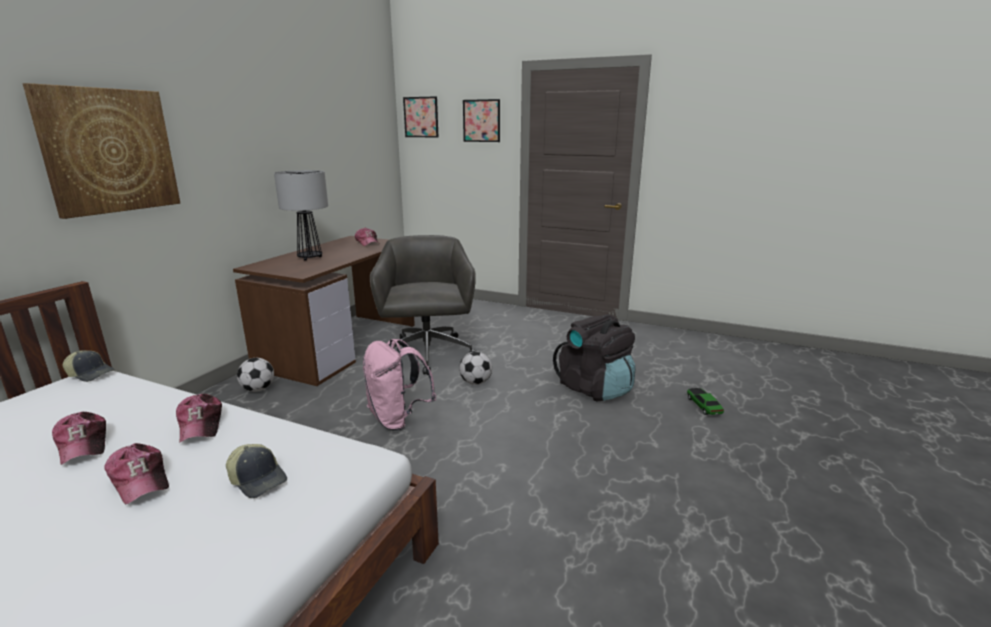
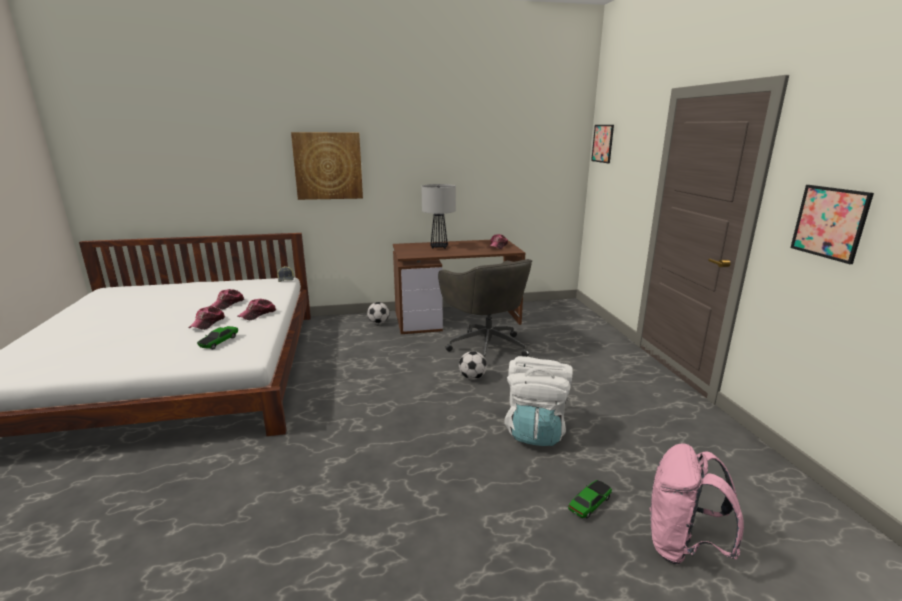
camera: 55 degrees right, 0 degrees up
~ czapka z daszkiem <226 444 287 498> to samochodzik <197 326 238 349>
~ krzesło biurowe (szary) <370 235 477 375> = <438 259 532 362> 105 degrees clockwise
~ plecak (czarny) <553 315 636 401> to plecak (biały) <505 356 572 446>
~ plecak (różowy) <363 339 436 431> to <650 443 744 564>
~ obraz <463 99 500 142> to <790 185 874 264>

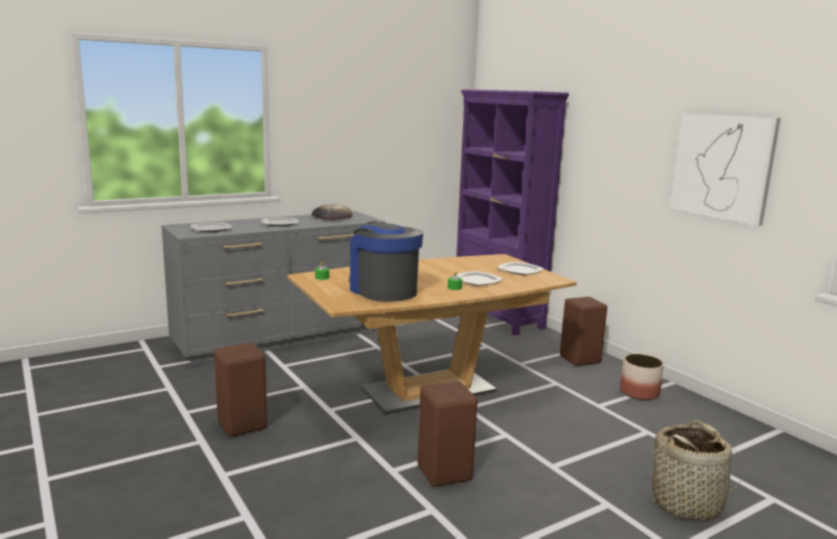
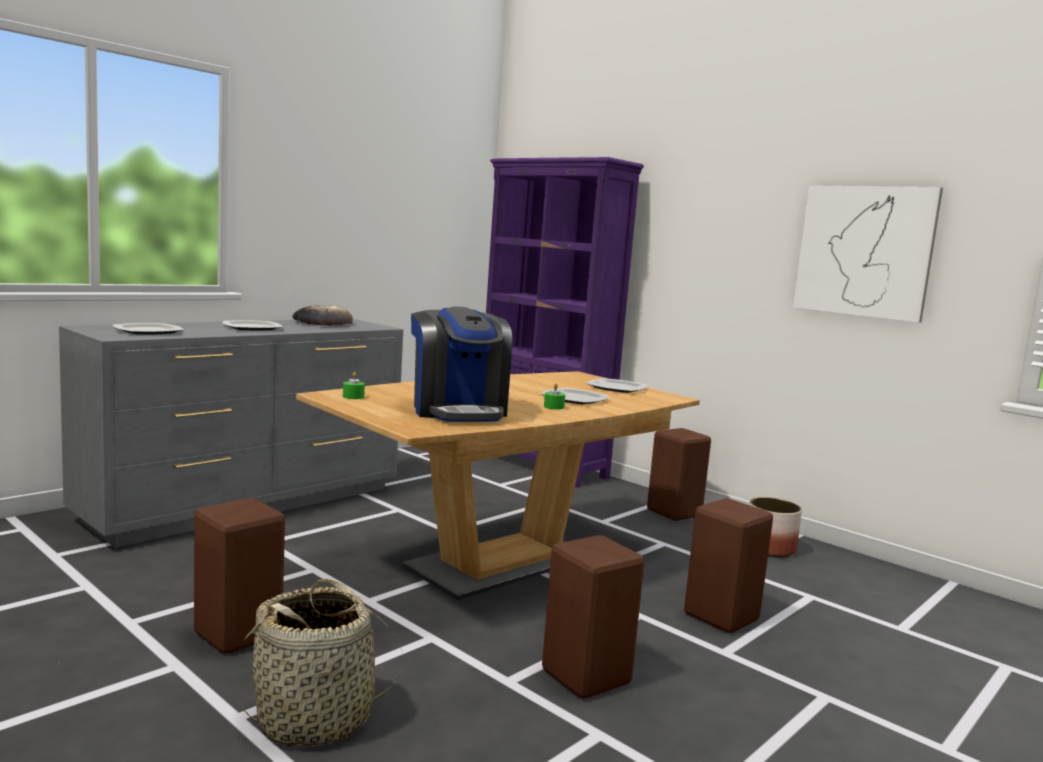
camera: 15 degrees left, 5 degrees down
~ koszyk <646 420 745 521> to <235 578 403 747>
~ ekspres do kawy <349 221 423 302> = <411 307 512 422> 150 degrees counterclockwise
+ stołek (brązowy) <684 498 773 633>

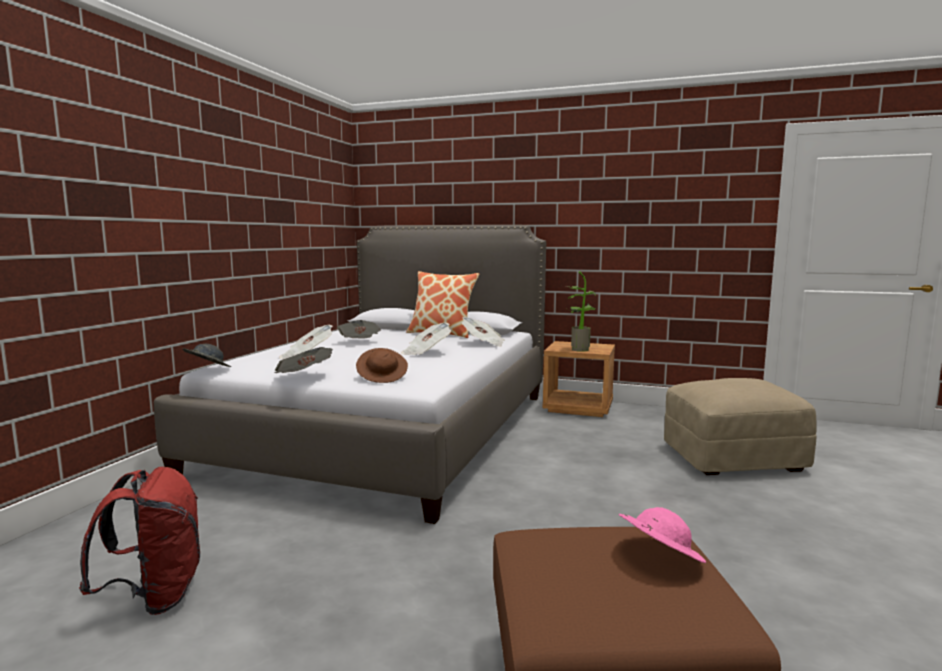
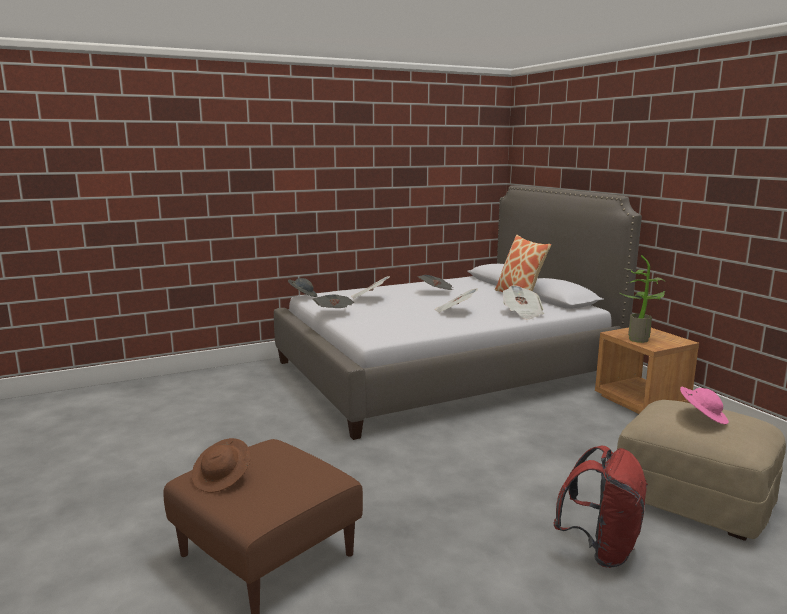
camera: 45 degrees right, 5 degrees up
~ kapelusz (brązowy) <356 348 408 383> to <192 438 250 493>
~ plecak (czerwony) <79 467 200 615> to <553 446 648 568>
~ kapelusz (różowy) <618 507 706 563> to <680 387 729 425>

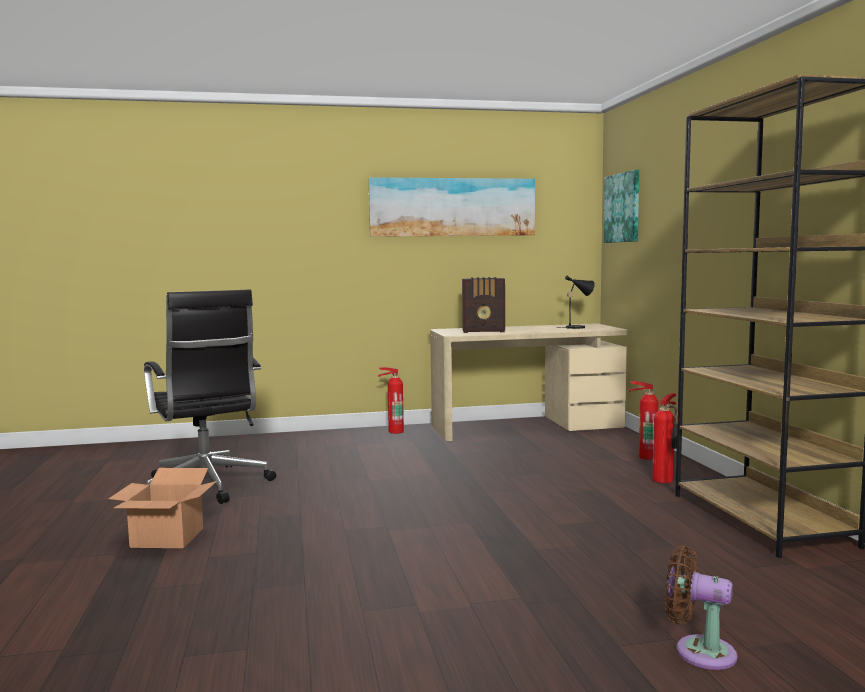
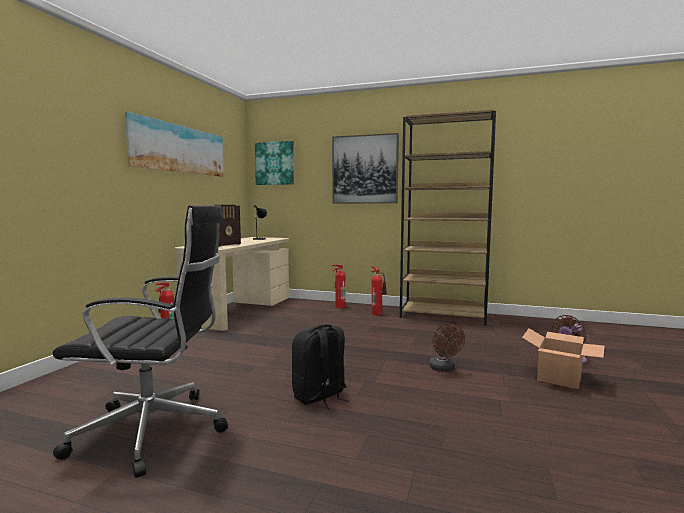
camera: 60 degrees left, 0 degrees up
+ plecak (czarny) <292 324 350 410>
+ obraz <332 133 399 204>
+ wentylator (brązowy) <429 323 465 372>
~ karton <108 468 217 548> to <522 328 604 389>

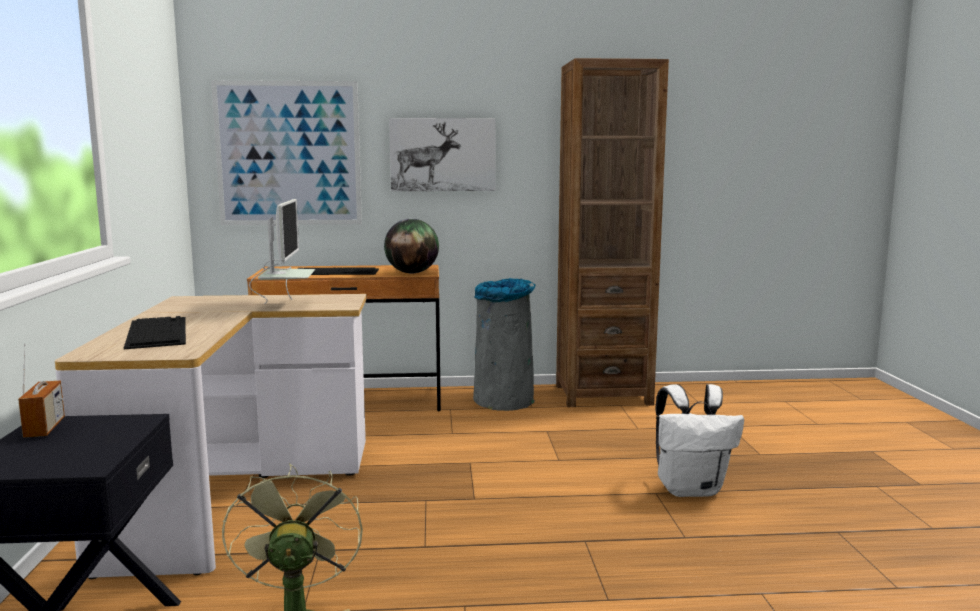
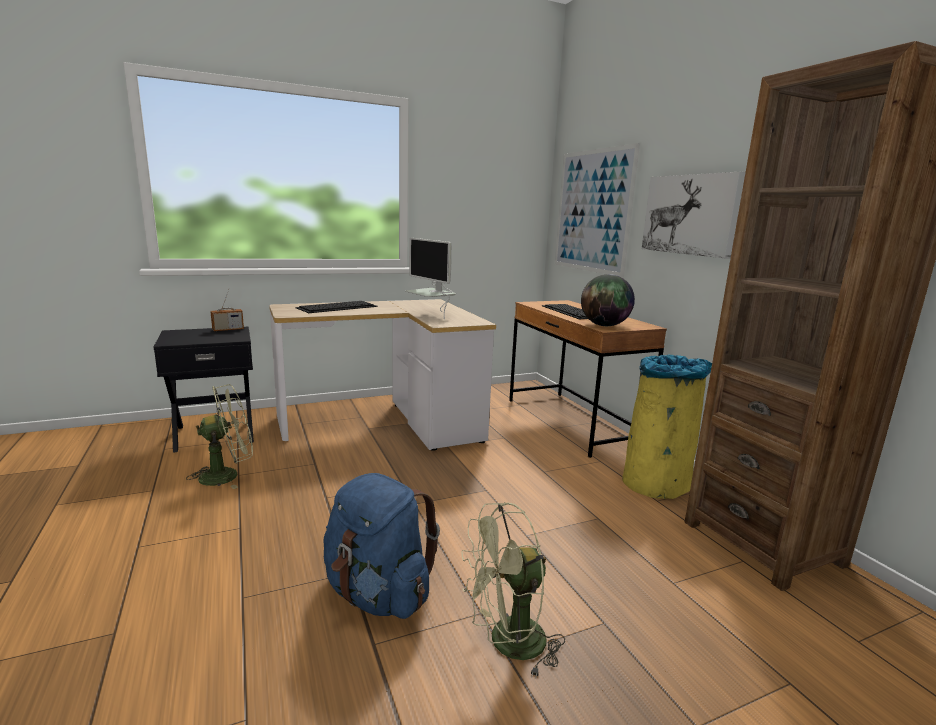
camera: 70 degrees right, 5 degrees up
+ plecak (niebieski) <324 473 440 619>
~ monitor <249 199 315 304> = <406 238 456 319> 75 degrees clockwise
~ plecak (biały) <656 384 744 497> to wentylator (zielony) <461 502 565 679>
~ kosz na śmieci (szary) <473 278 536 411> to kosz na śmieci (żółty) <622 355 712 499>

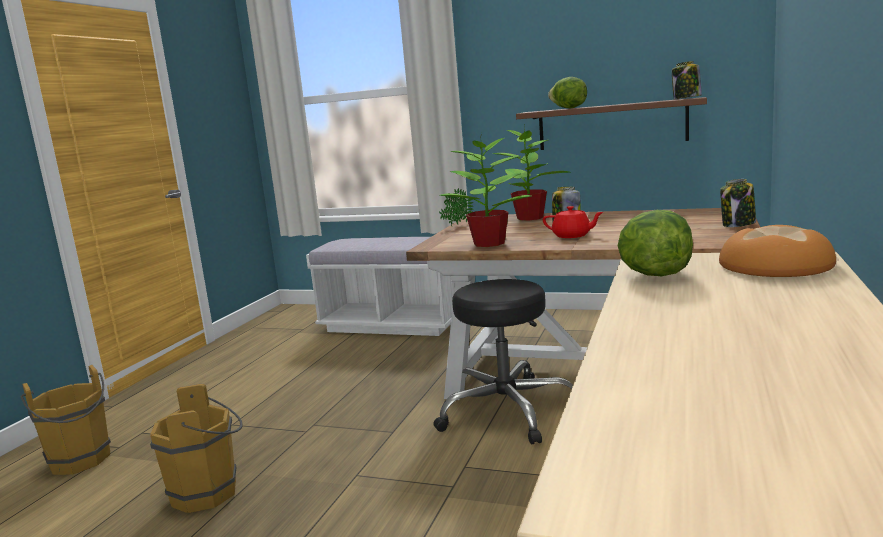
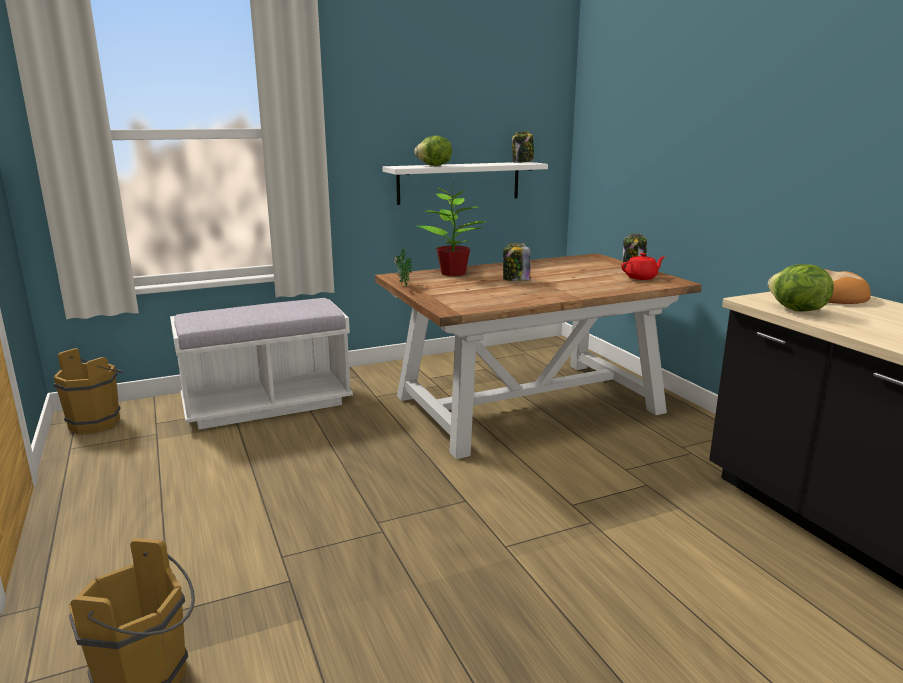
camera: 45 degrees left, 5 degrees up
~ wiadro (brązowy) <150 384 243 513> to <53 348 123 434>
~ półka (brązowy) <516 97 707 150> to półka (biały) <382 162 548 205>
~ imbryk (czerwony) <543 206 603 238> to <621 253 665 280>
- stołek (czarny) <433 279 573 444>
- roślina doniczkowa <439 133 531 247>

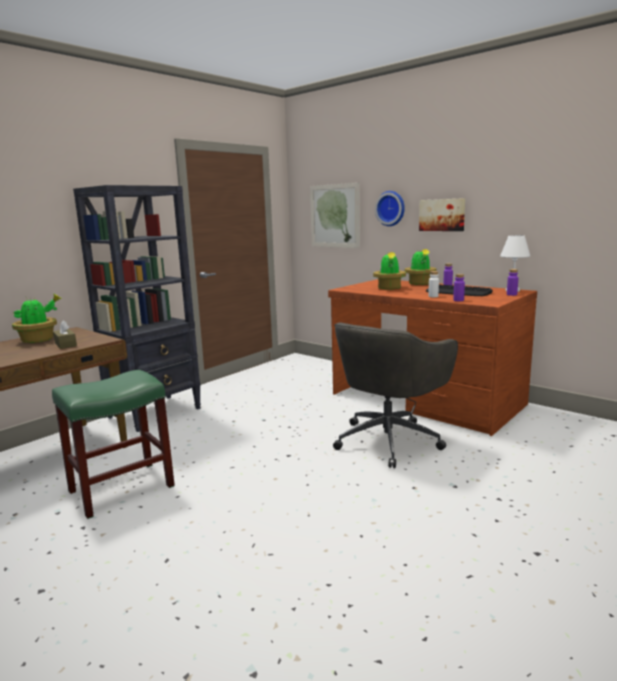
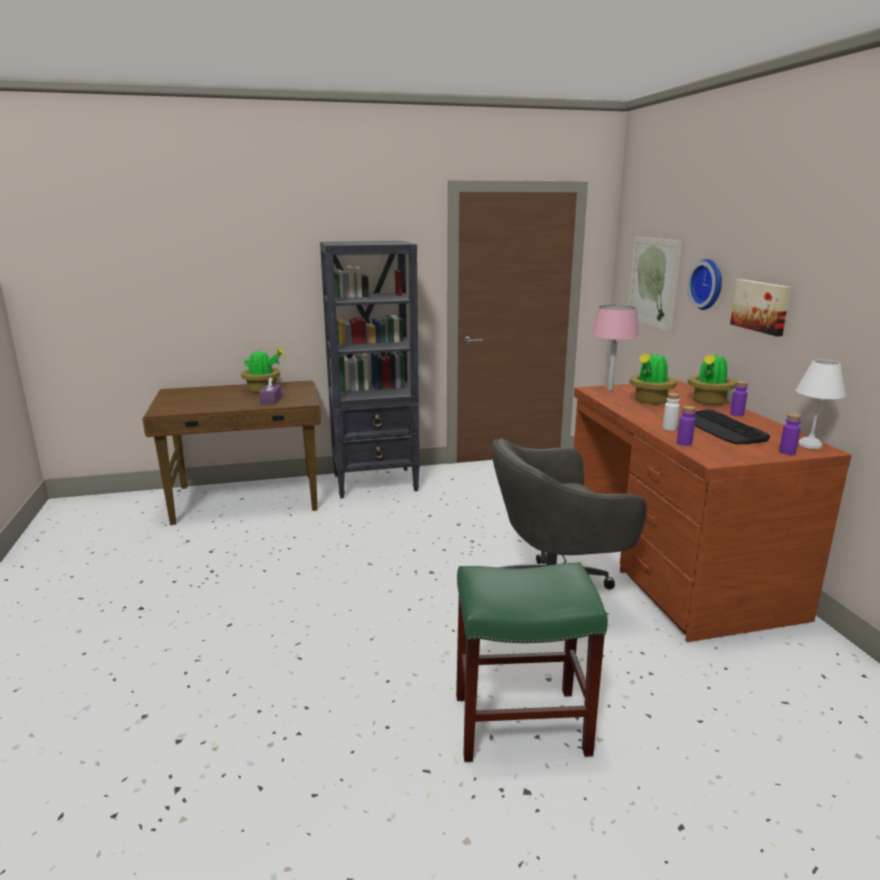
camera: 35 degrees right, 5 degrees up
~ pudełko chusteczek (brązowy) <53 320 77 349> to pudełko chusteczek (fioletowy) <259 377 282 404>
~ stołek (zielony) <52 370 175 519> to <456 562 608 762>
+ lampa stołowa (różowy) <591 305 639 391>

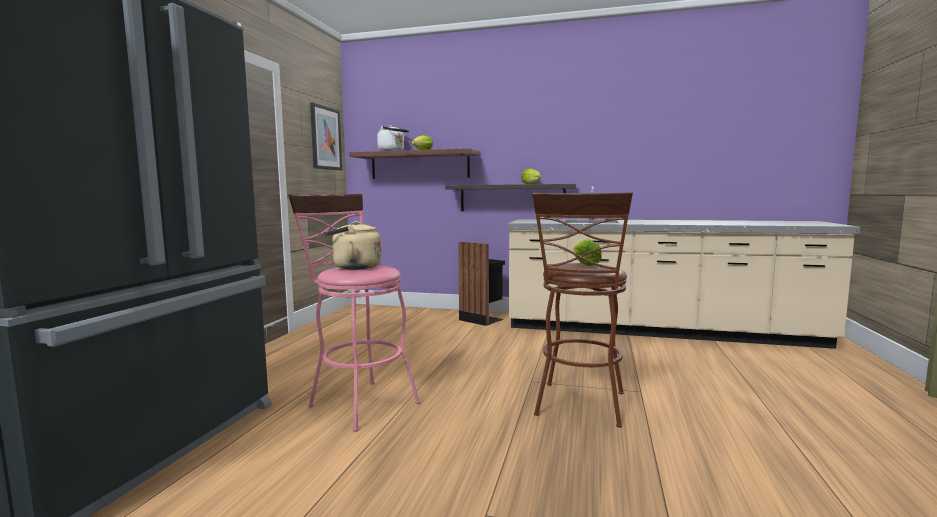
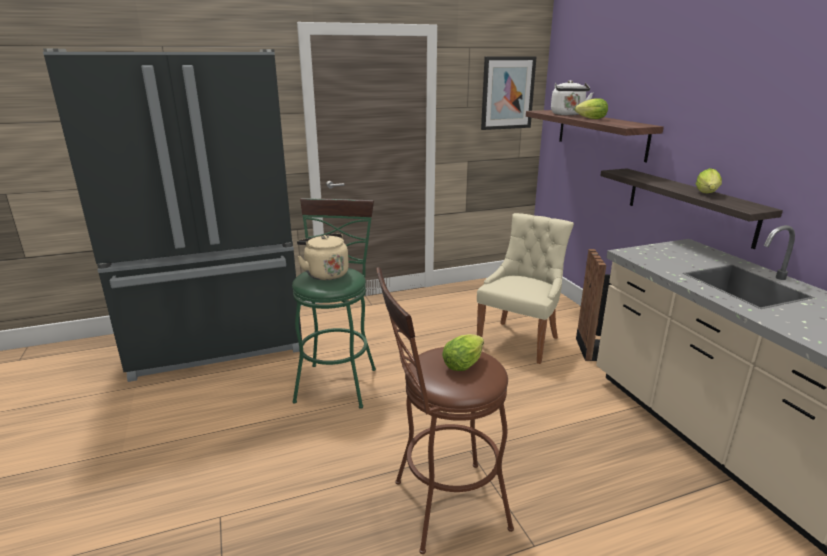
camera: 55 degrees right, 15 degrees up
~ stołek (różowy) <288 194 420 432> to stołek (zielony) <292 198 376 409>
+ krzesło (beżowy) <477 213 574 364>

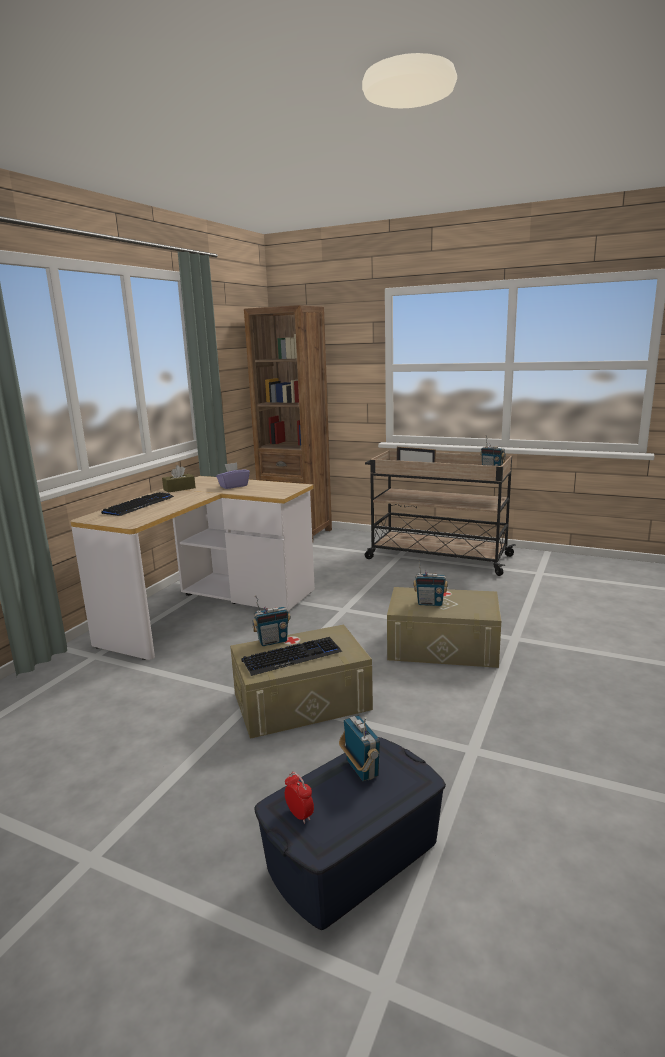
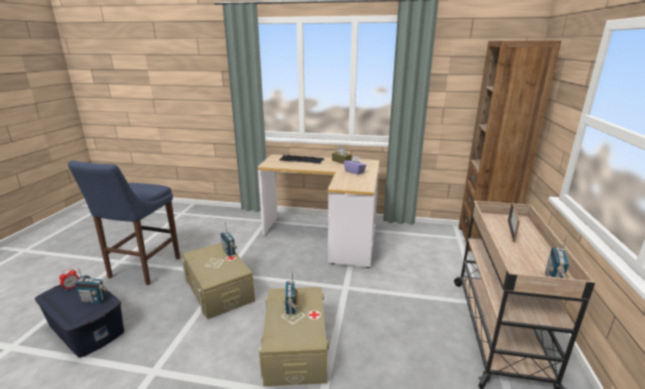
camera: 75 degrees right, 5 degrees up
+ stołek (niebieski) <68 161 180 285>
~ radio <339 715 380 781> = <75 268 107 304> 45 degrees clockwise
- klawiatura <241 637 342 676>

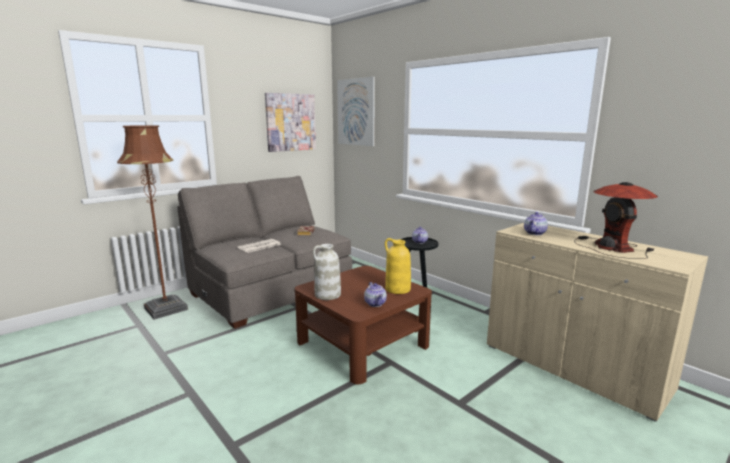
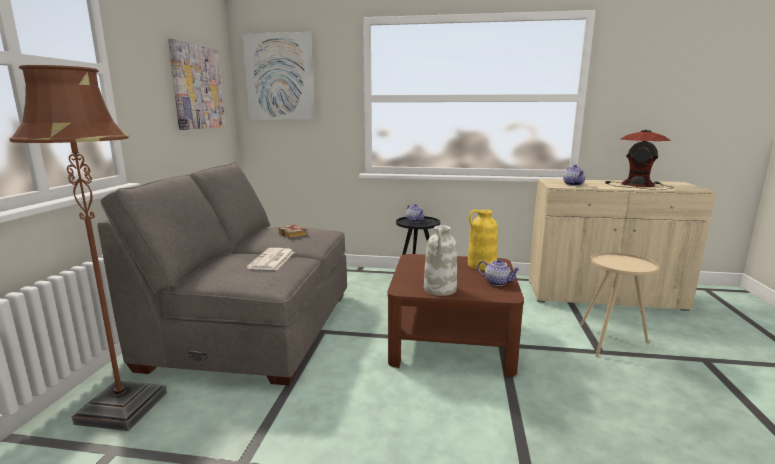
camera: 40 degrees left, 0 degrees up
+ stolik (beżowy) <580 252 659 357>

